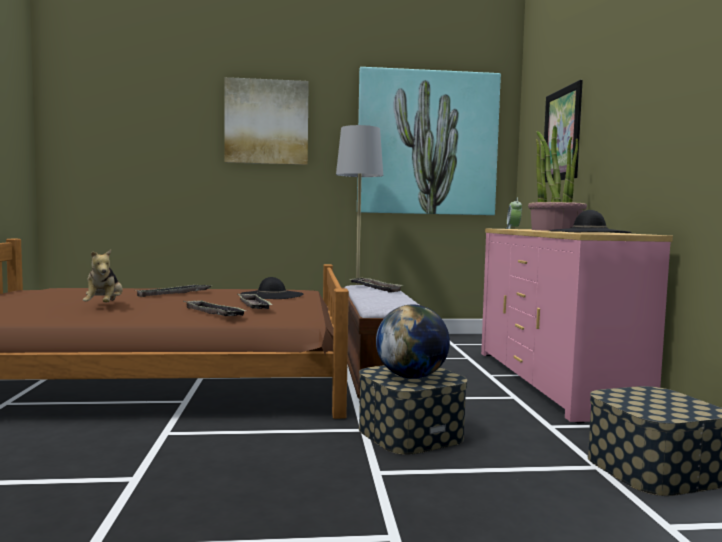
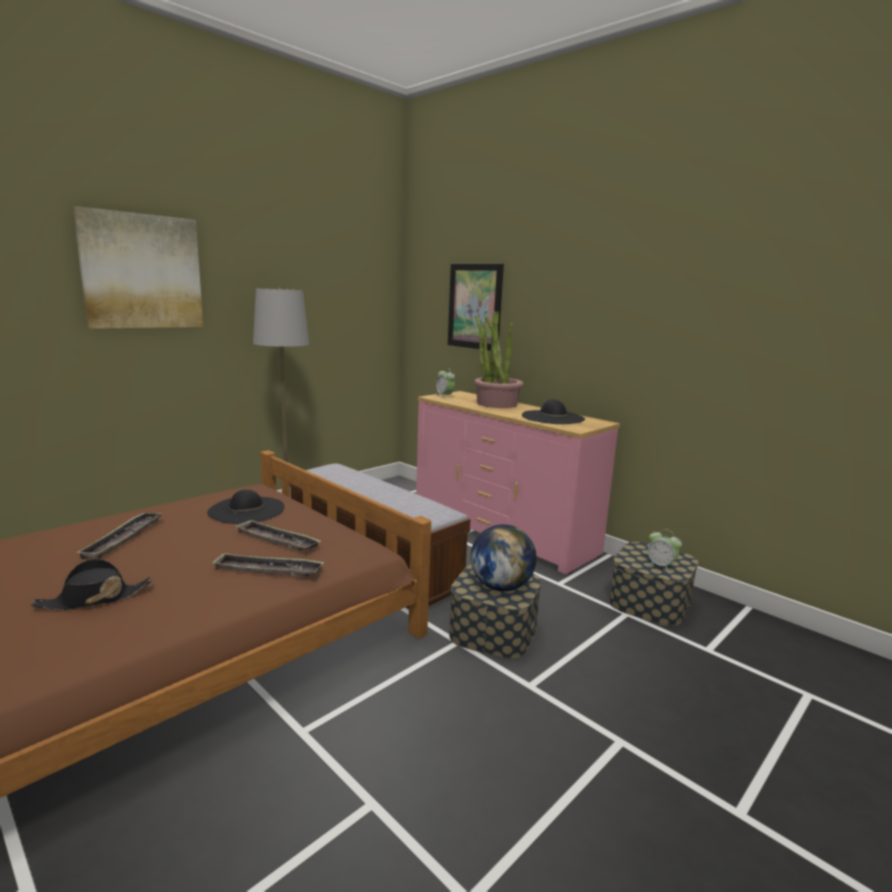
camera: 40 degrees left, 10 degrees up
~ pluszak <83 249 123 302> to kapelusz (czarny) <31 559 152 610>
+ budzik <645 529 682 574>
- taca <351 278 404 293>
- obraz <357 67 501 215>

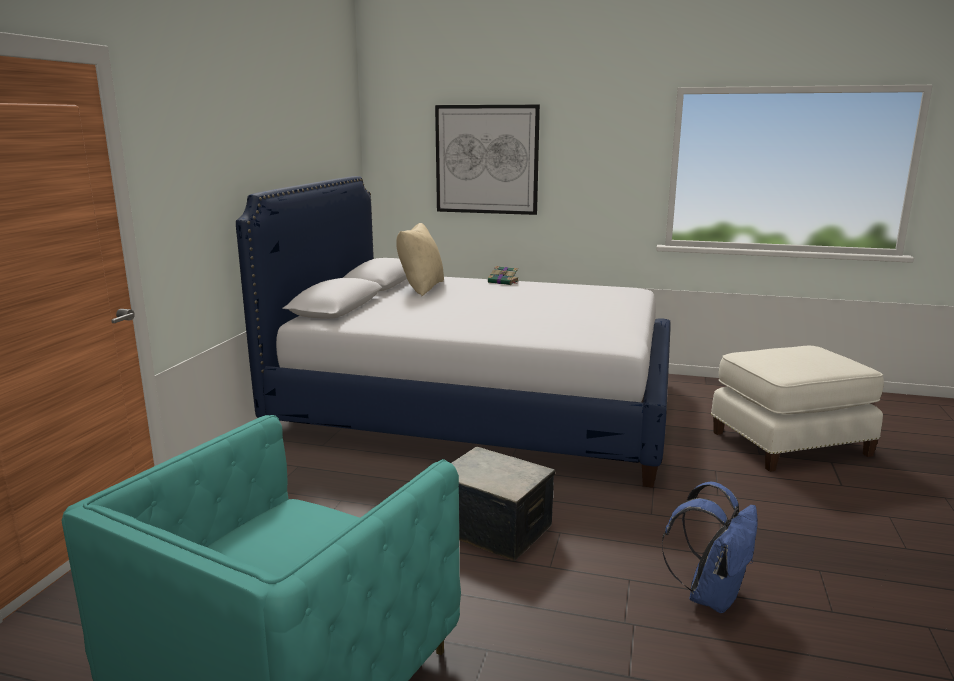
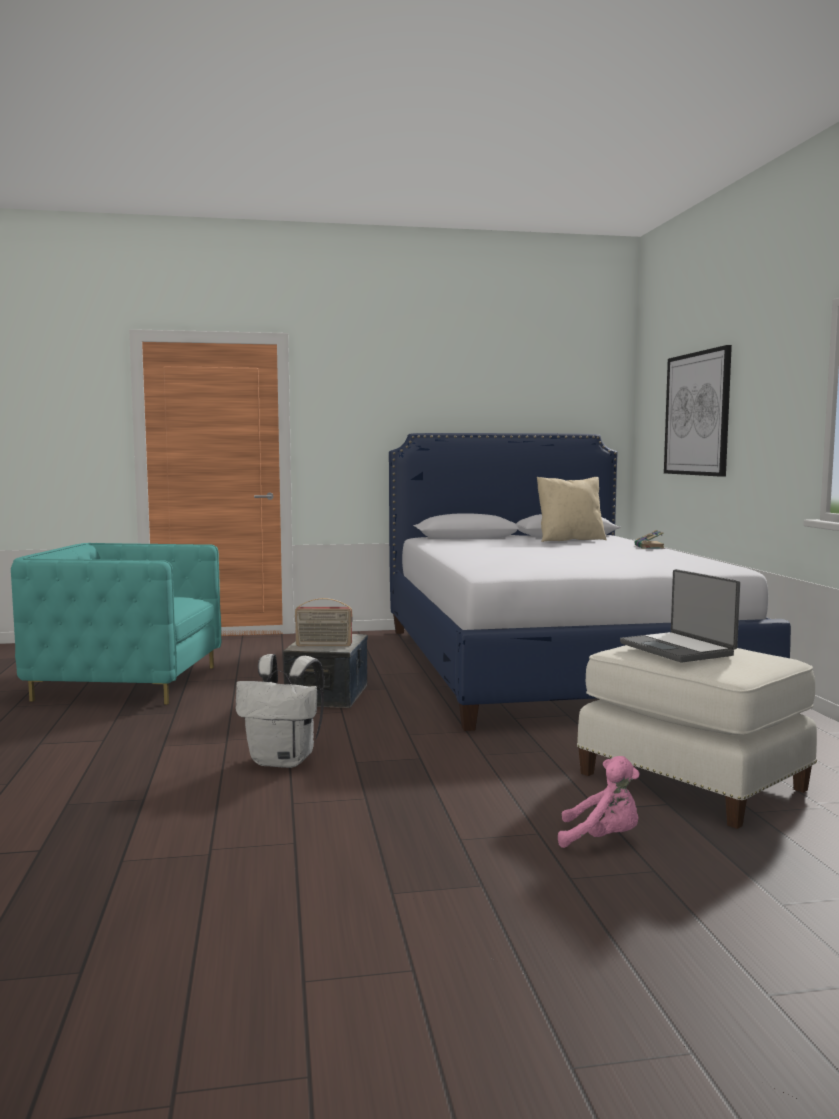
camera: 65 degrees right, 10 degrees down
~ plecak (niebieski) <661 482 758 613> to plecak (biały) <236 654 325 768>
+ radio <295 598 353 646>
+ pluszak (różowy) <558 756 640 848>
+ laptop <620 569 740 662>

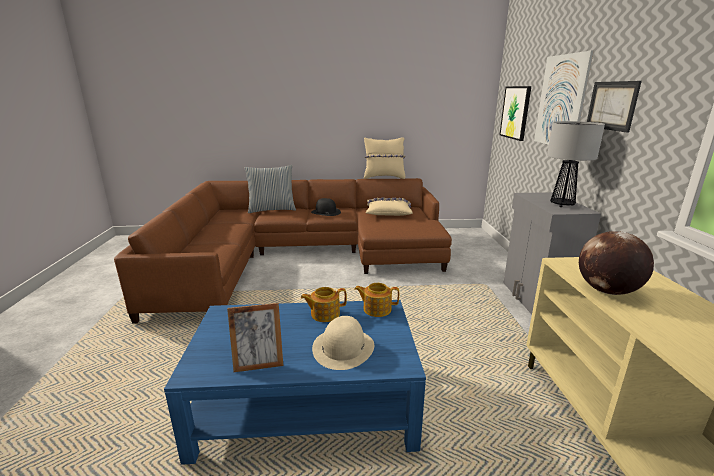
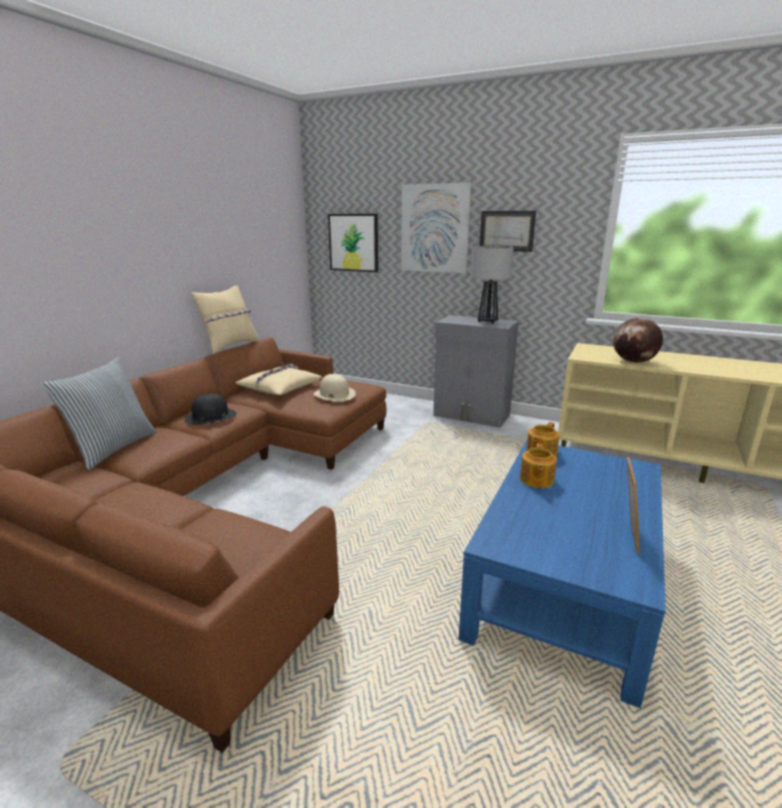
camera: 60 degrees left, 0 degrees up
~ kapelusz (beżowy) <312 316 374 370> to <314 374 356 401>

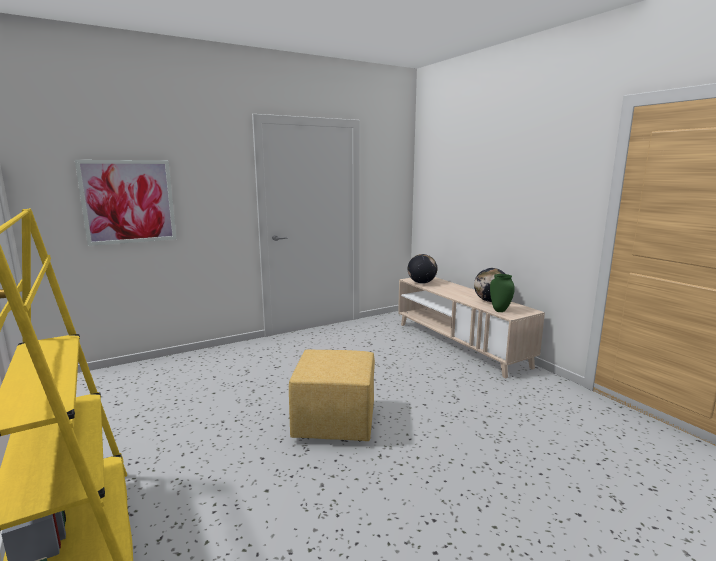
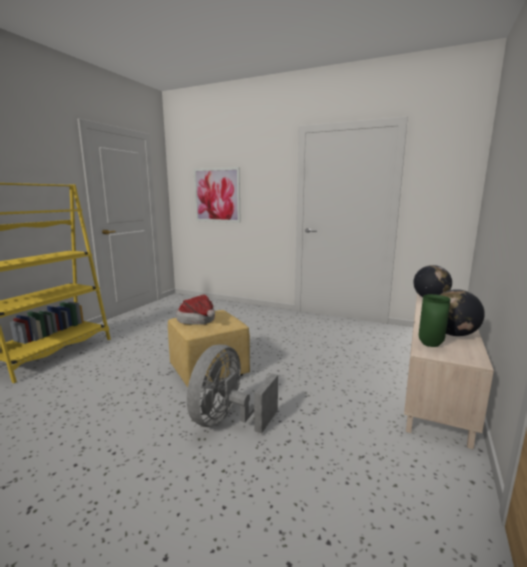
camera: 55 degrees right, 0 degrees up
+ kapelusz <176 295 215 325>
+ wentylator (szary) <187 344 278 433>

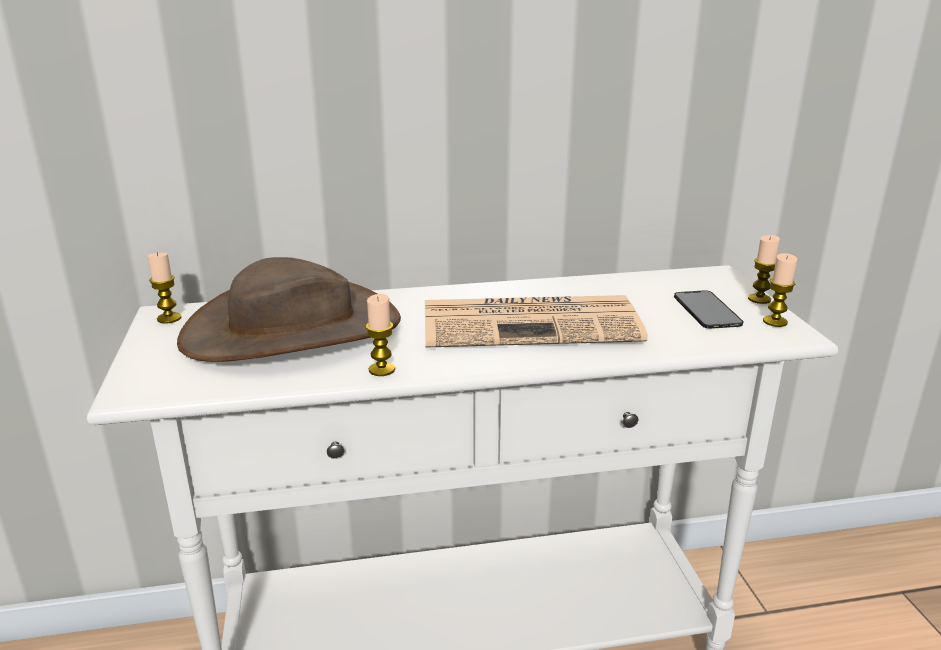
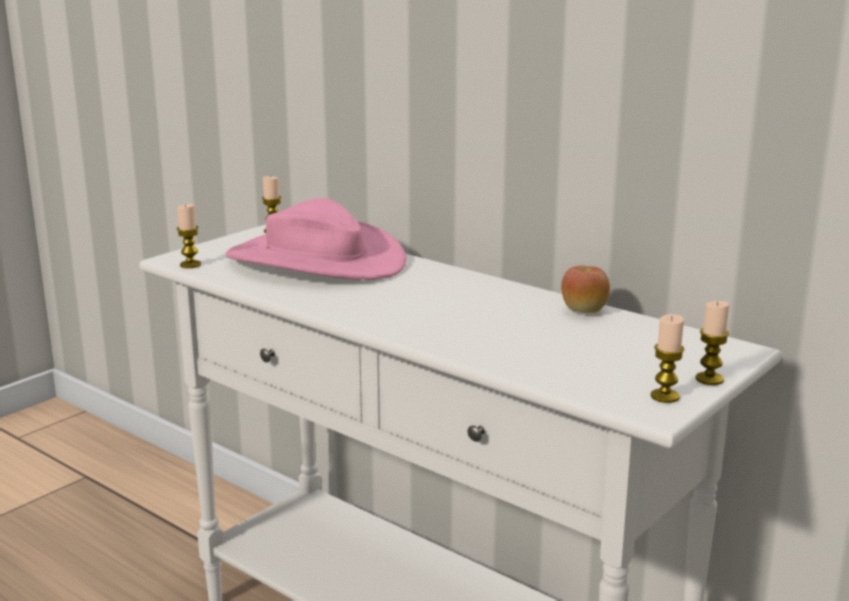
camera: 50 degrees right, 5 degrees down
~ świeca <366 294 395 376> to <177 204 201 268>
~ kapelusz (brązowy) <177 257 401 362> to kapelusz (różowy) <226 198 406 280>
+ jabłko <561 266 610 313>
- gazeta <425 295 648 348>
- telefon <674 290 743 329>

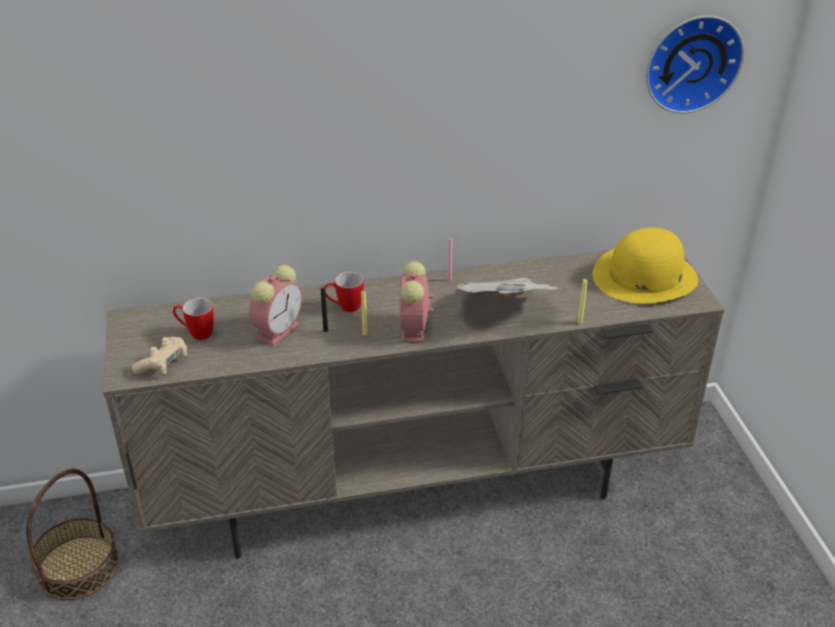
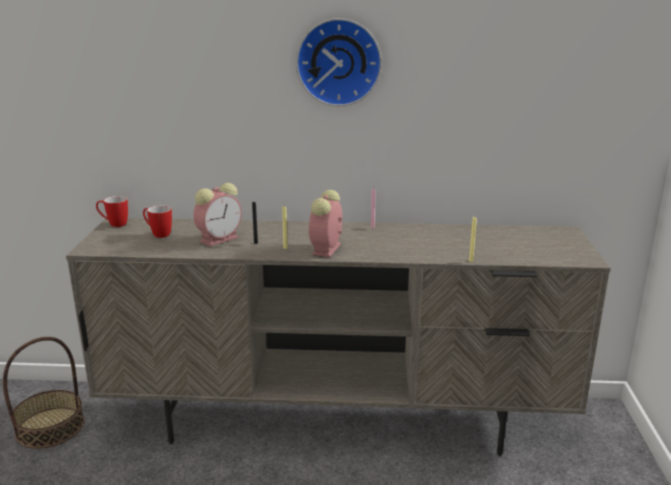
camera: 15 degrees right, 15 degrees down
~ kubek <324 272 364 312> to <96 196 128 227>
~ zegar ścienny <646 15 744 113> to <296 18 382 106>
- pad do gier (beżowy) <132 337 187 374>
- gazeta <456 278 558 297>
- kapelusz (żółty) <592 228 698 303>

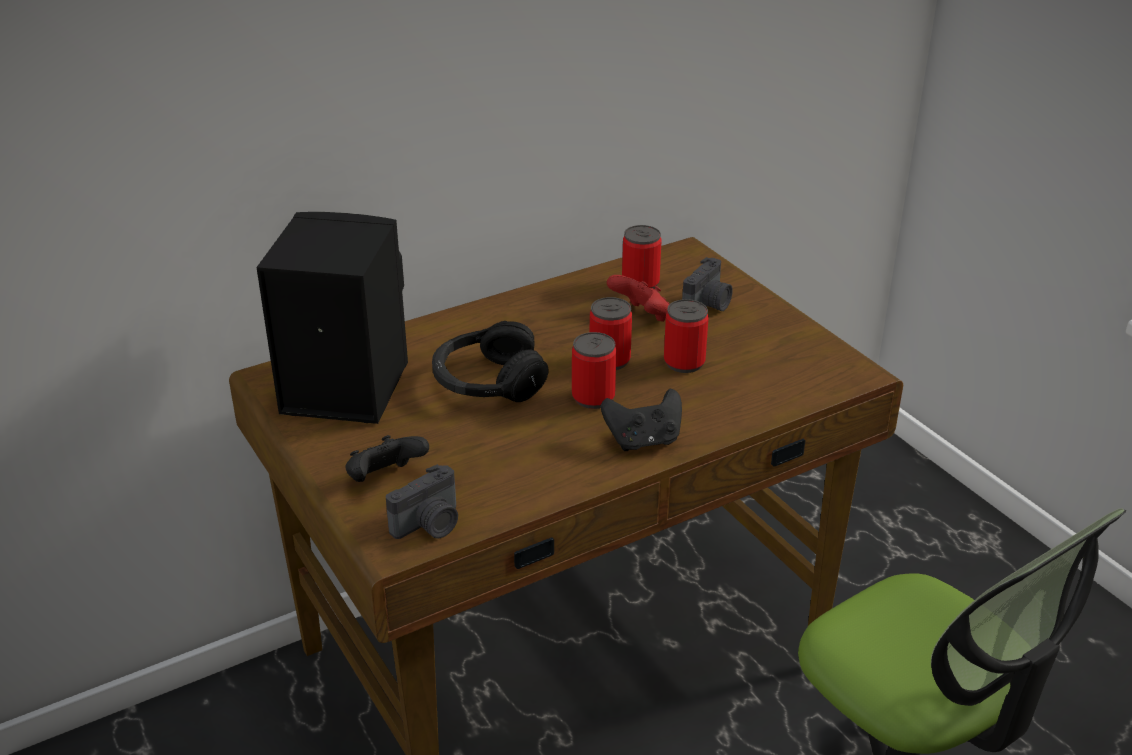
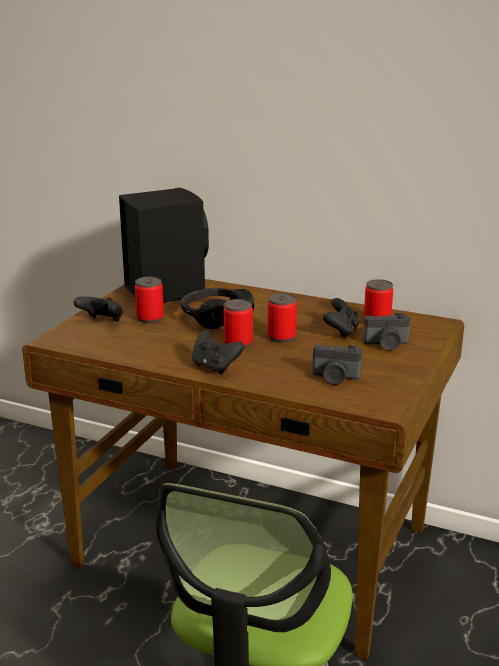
camera: 55 degrees right, 10 degrees down
~ puszka <664 299 709 373> to <135 277 164 323>
~ aparat fotograficzny <386 464 458 539> to <312 345 362 385>
~ pad do gier (czerwony) <607 275 670 322> to pad do gier (czarny) <323 298 359 338>

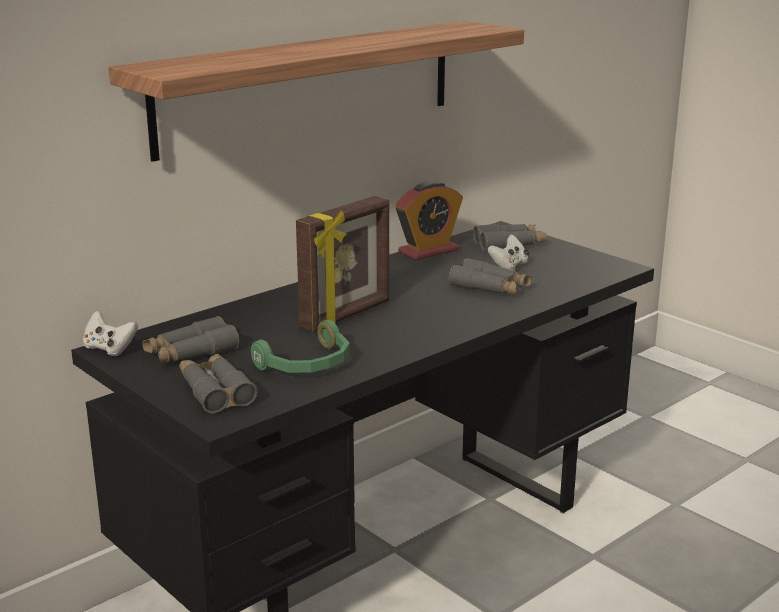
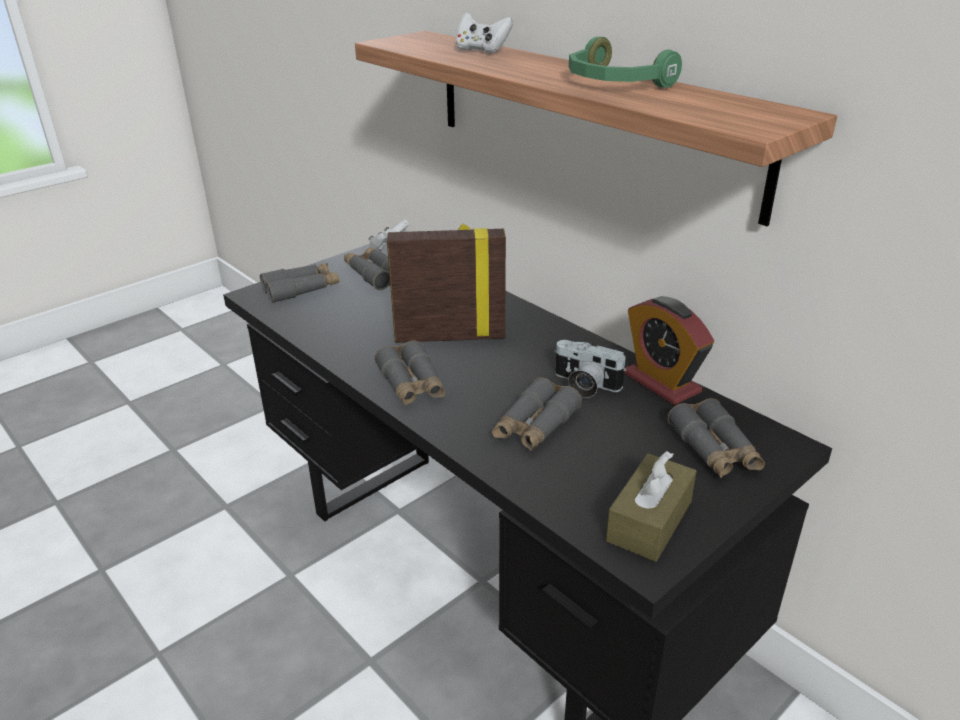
camera: 90 degrees right, 10 degrees up
+ lornetka (szary) <374 340 445 406>
~ ramka na zdjęcie <296 196 389 332> = <387 224 506 343> 135 degrees clockwise
~ pad do gier (biały) <487 234 529 270> to <456 13 513 53>
+ aparat fotograficzny <554 340 627 398>
~ słuchawki (zielony) <251 320 350 373> to <569 37 682 88>
+ pudełko chusteczek (brązowy) <606 451 697 562>

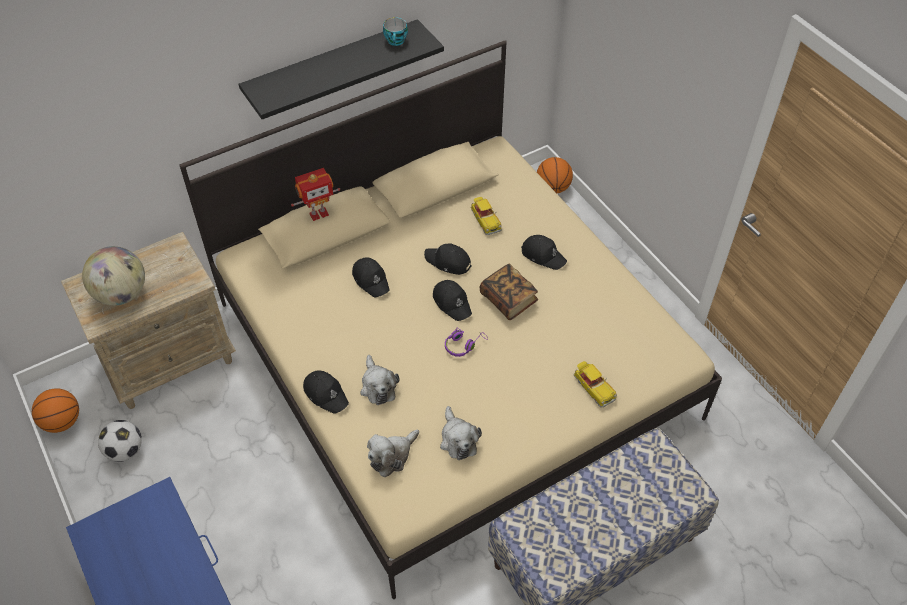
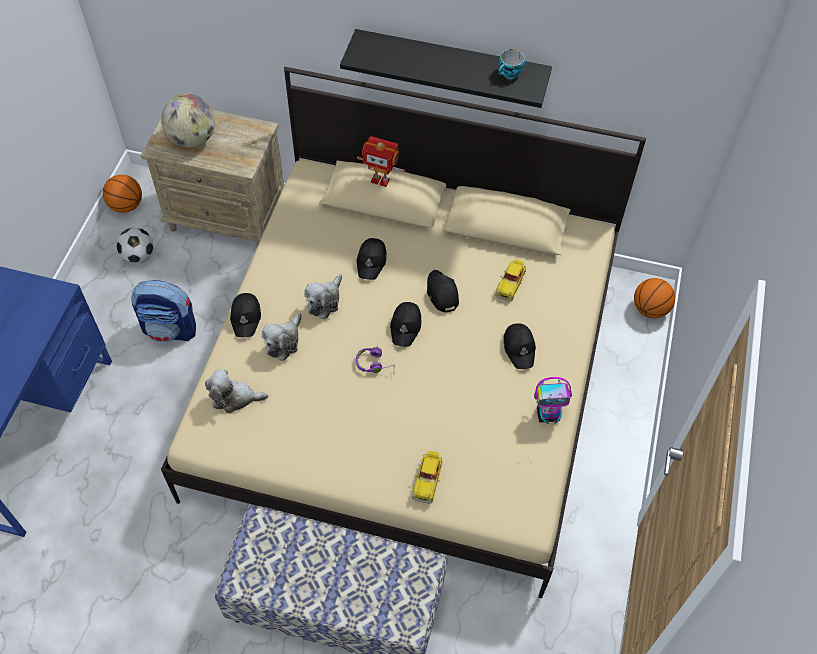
camera: 45 degrees right, 5 degrees up
+ plecak <131 280 196 343>
~ pluszak <440 406 482 460> to <304 274 342 319>
+ robot zabawkowy <534 377 572 424>
- książka <480 264 538 320>

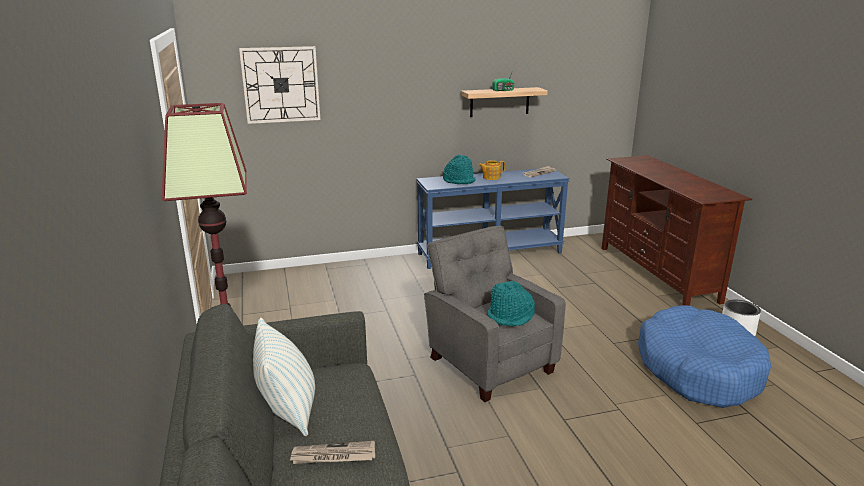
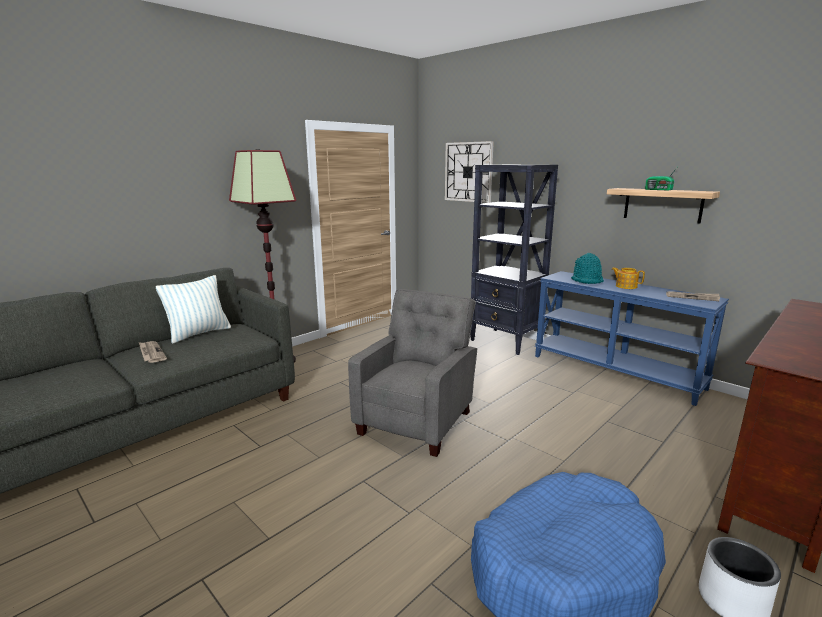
camera: 60 degrees right, 5 degrees down
+ regał (czarny) <470 165 558 355>
- kapelusz (turkusowy) <487 281 535 326>

